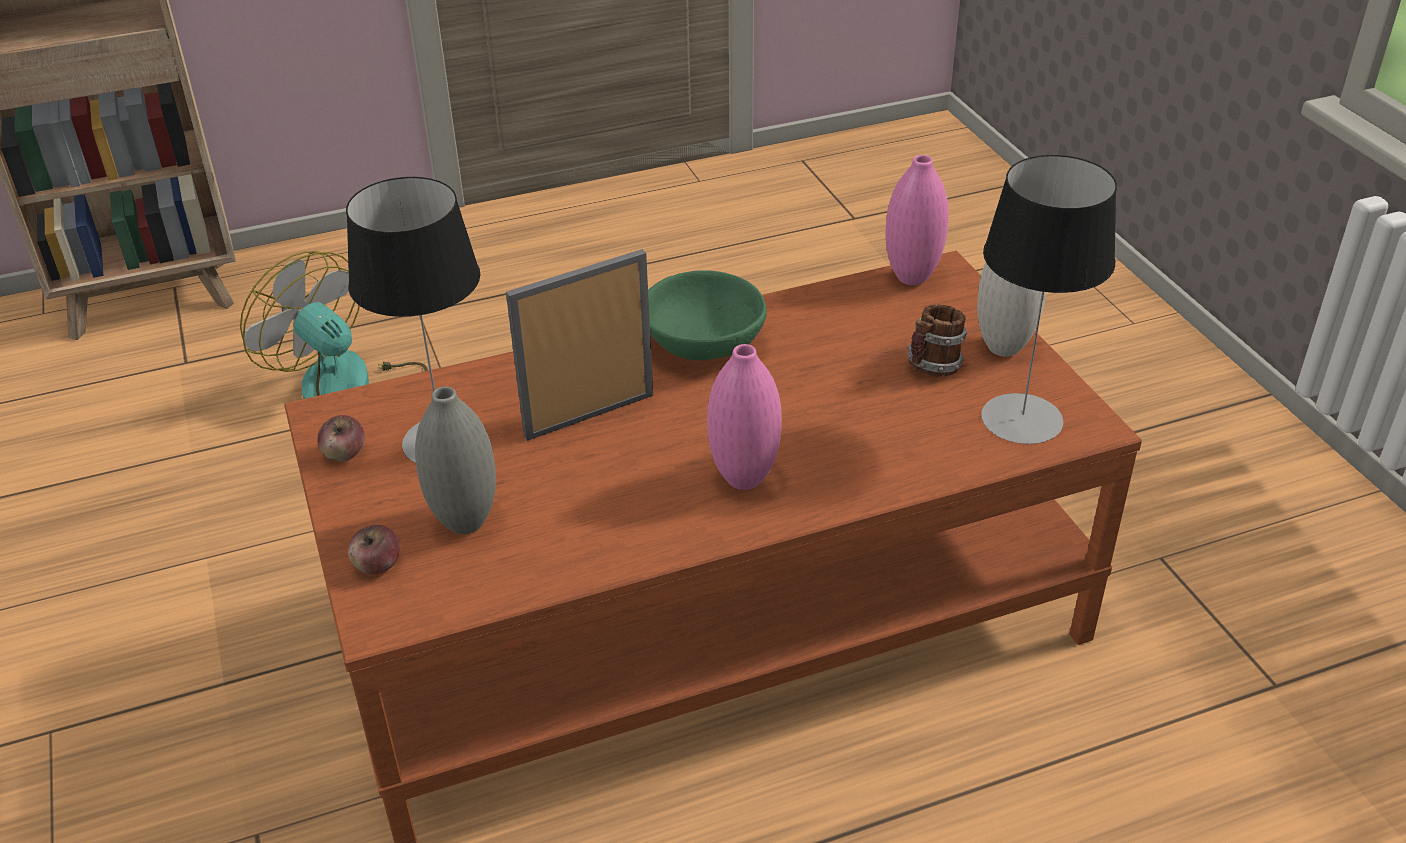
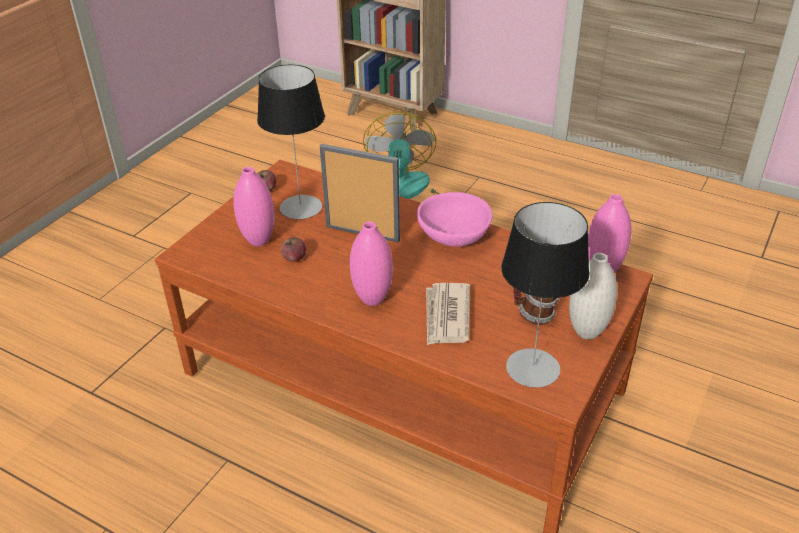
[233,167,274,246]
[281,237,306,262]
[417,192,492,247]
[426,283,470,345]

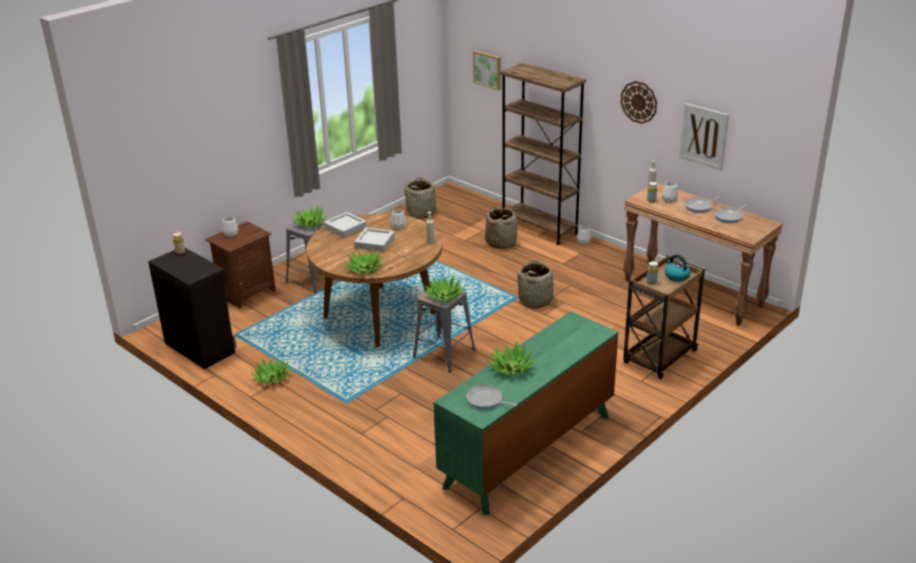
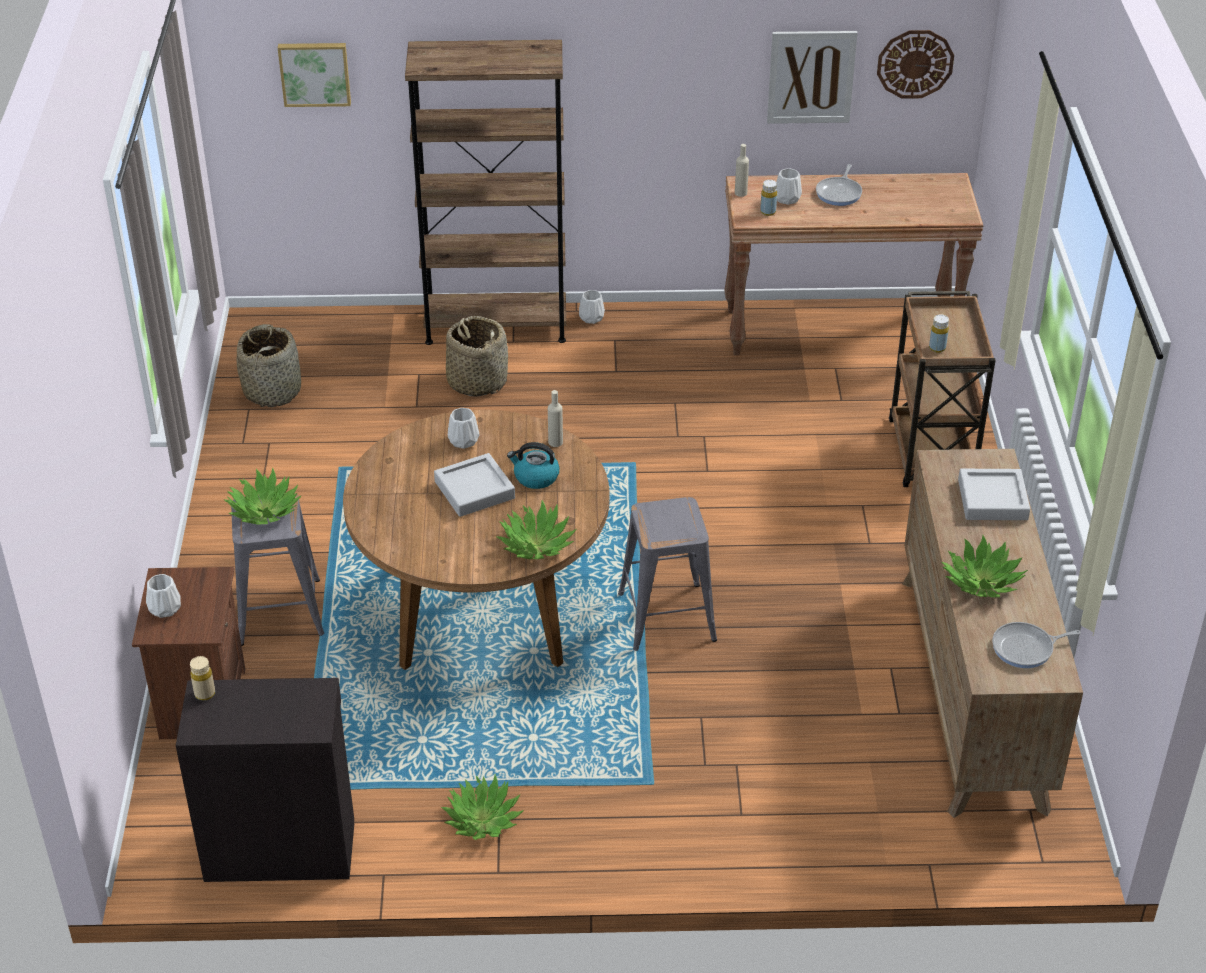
[507,442,560,489]
[877,30,954,99]
[902,449,1083,818]
[958,469,1030,520]
[424,275,465,302] (first image)
[518,260,555,309] (first image)
[714,205,747,223] (first image)

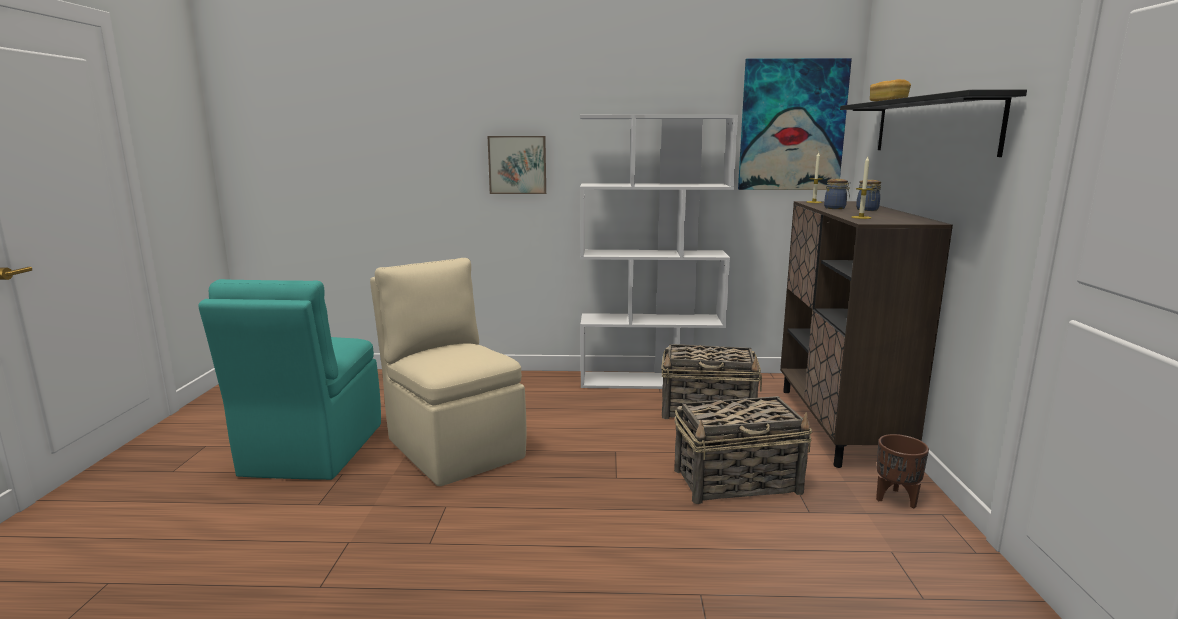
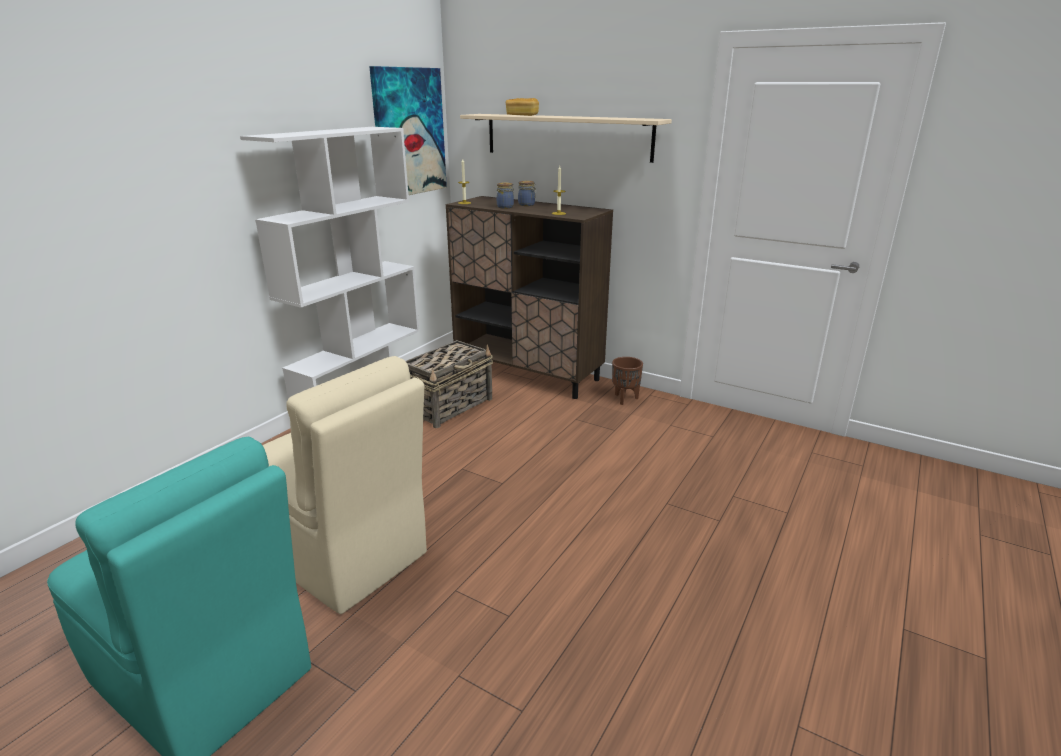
[262,356,427,614]
[460,114,672,163]
[487,136,546,194] (first image)
[674,396,812,504] (first image)

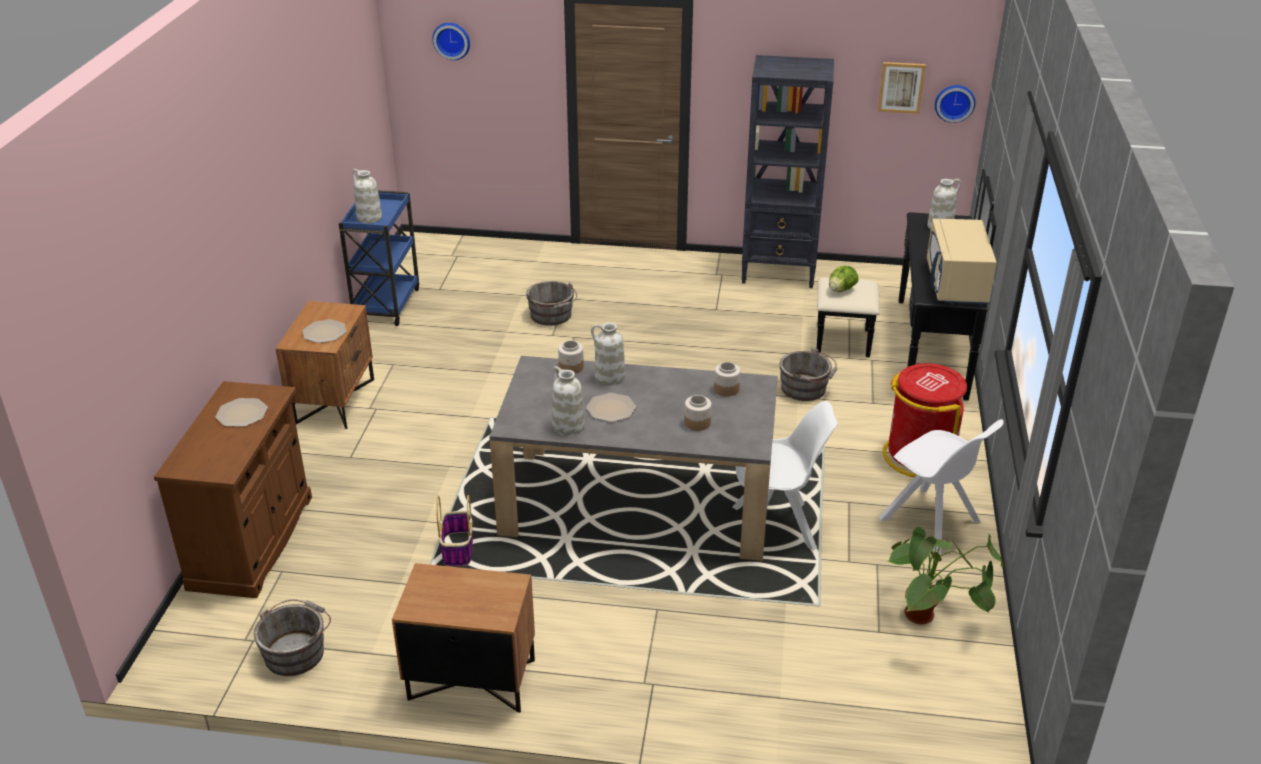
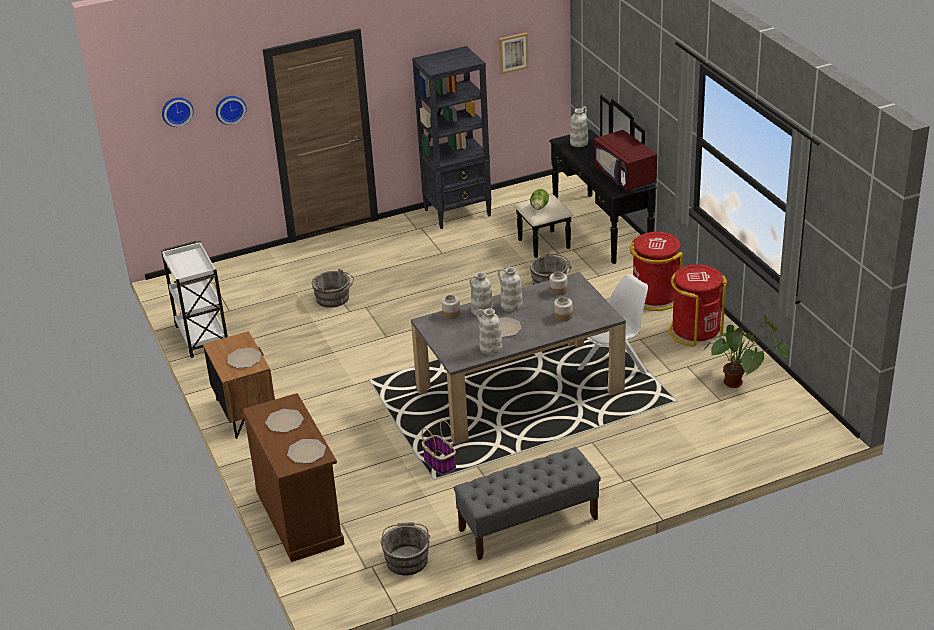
[161,241,228,358]
[216,96,247,125]
[287,439,326,463]
[454,447,601,560]
[498,267,523,312]
[594,130,657,192]
[669,264,727,347]

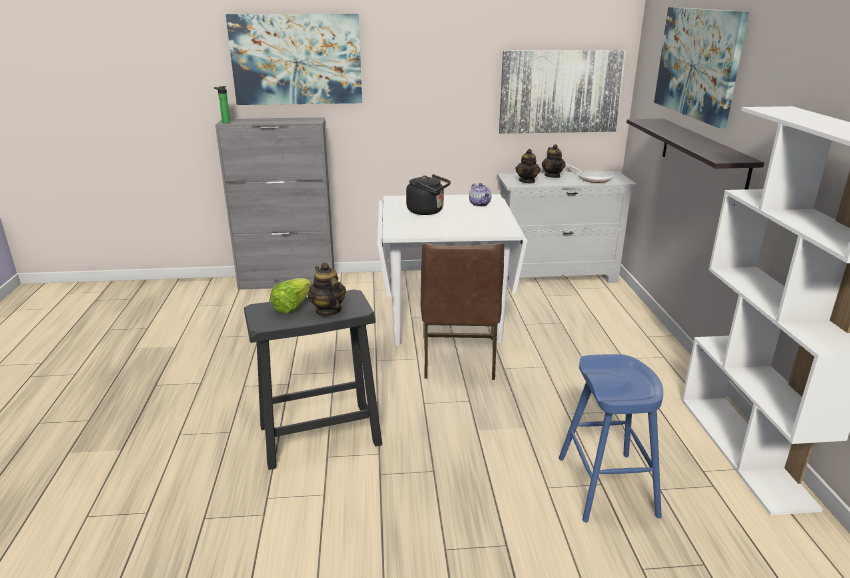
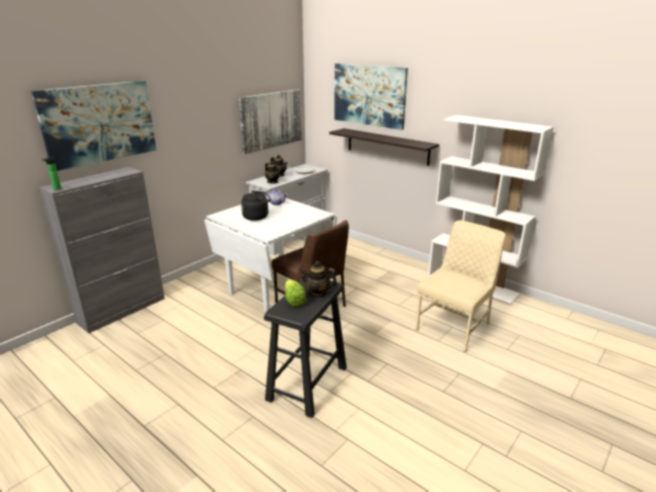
[415,220,506,352]

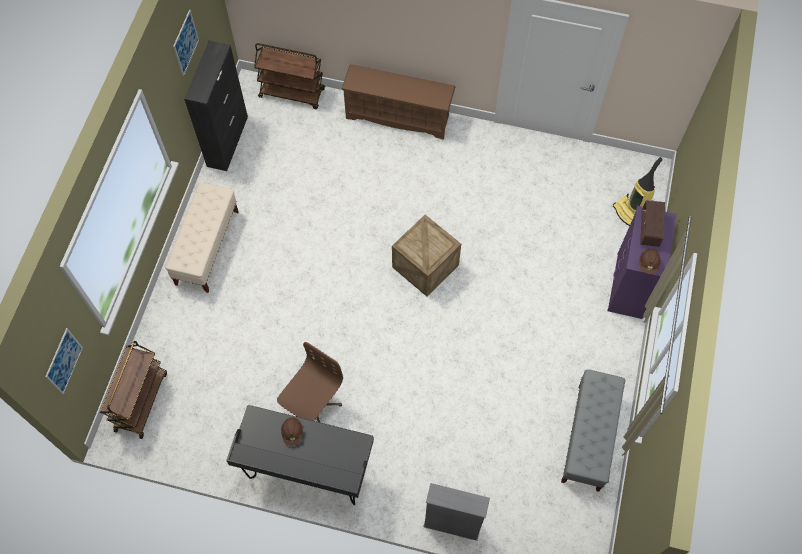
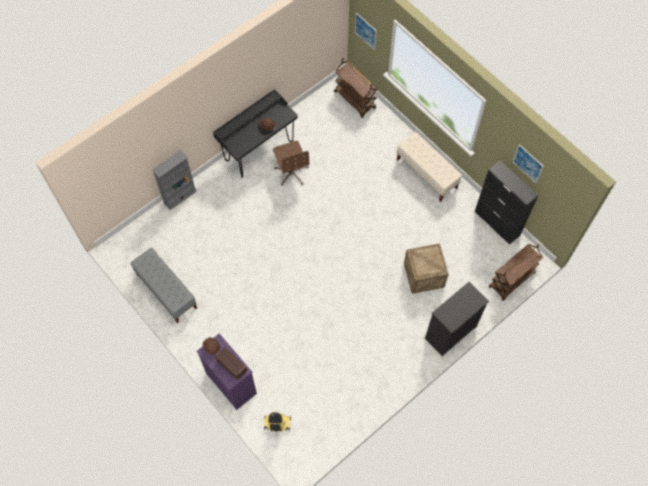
[404,243,449,294]
[425,282,489,357]

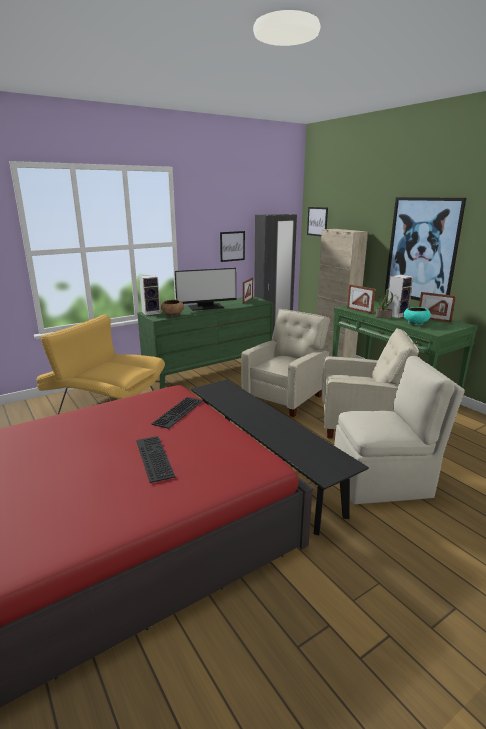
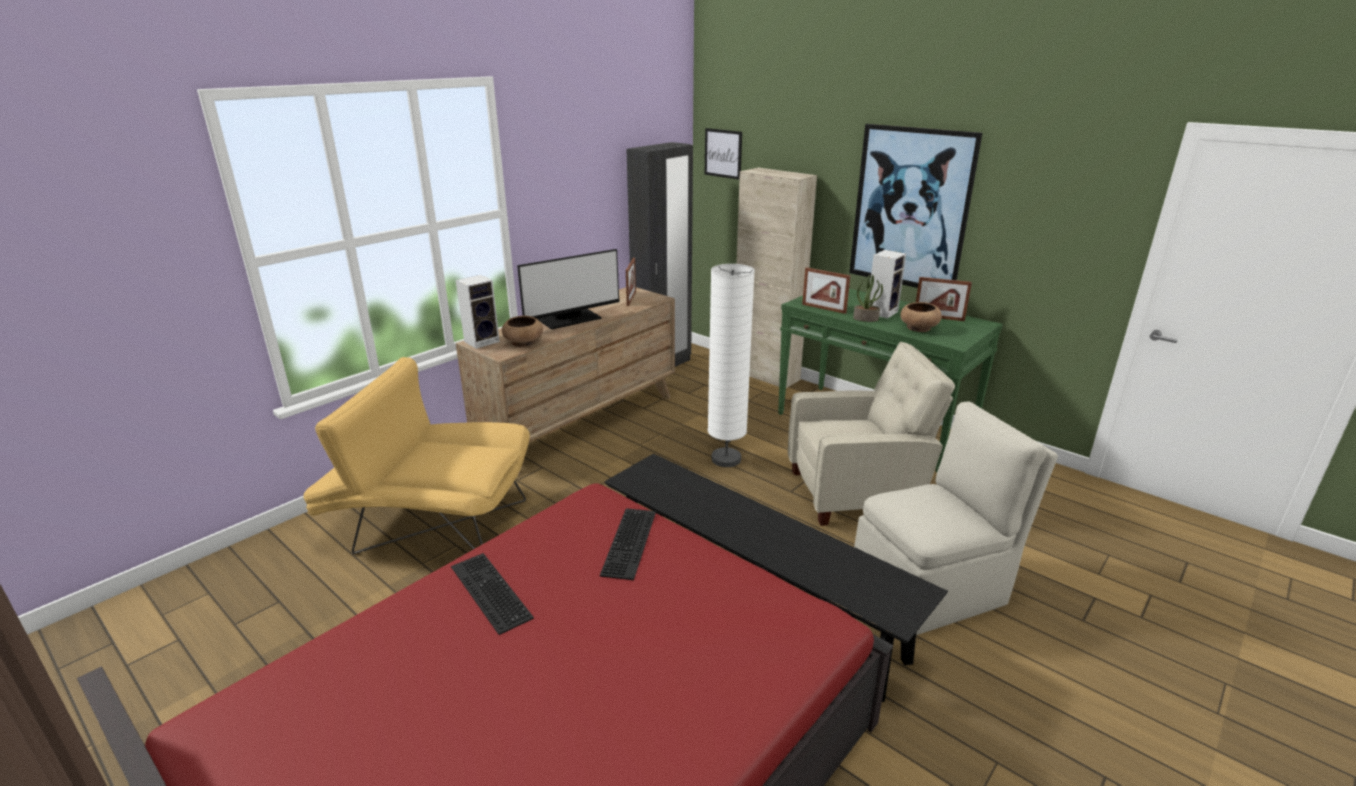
[451,553,534,635]
[456,287,675,475]
[708,264,755,467]
[900,302,942,332]
[220,231,245,262] (first image)

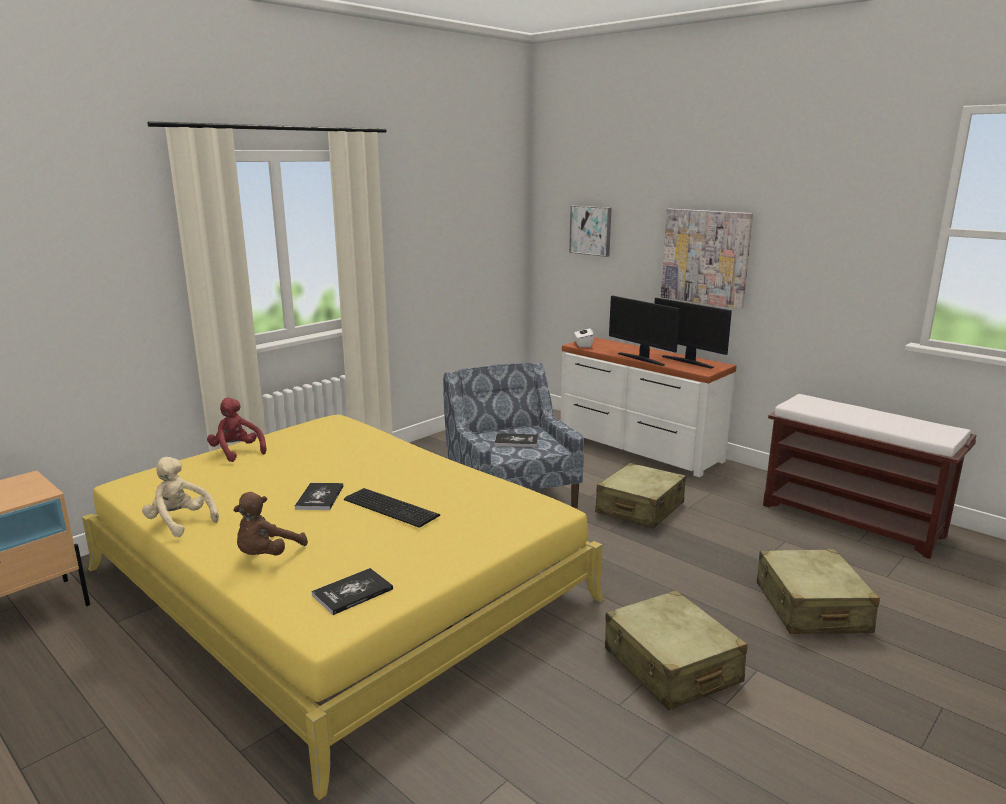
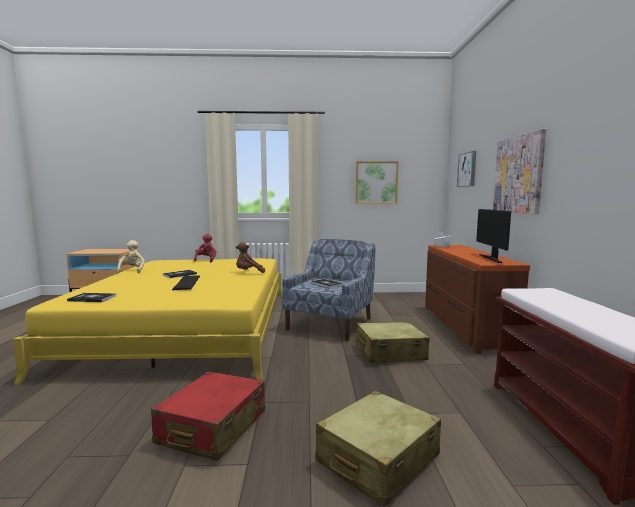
[151,371,265,461]
[236,242,265,273]
[356,161,399,204]
[425,245,530,354]
[609,296,680,366] (first image)

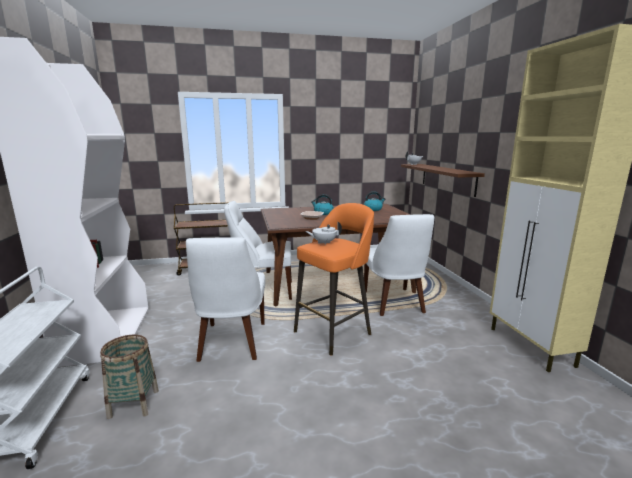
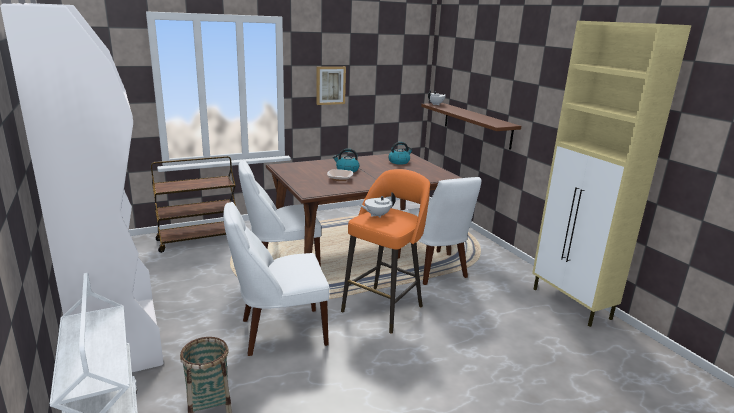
[223,202,329,356]
[316,67,346,105]

